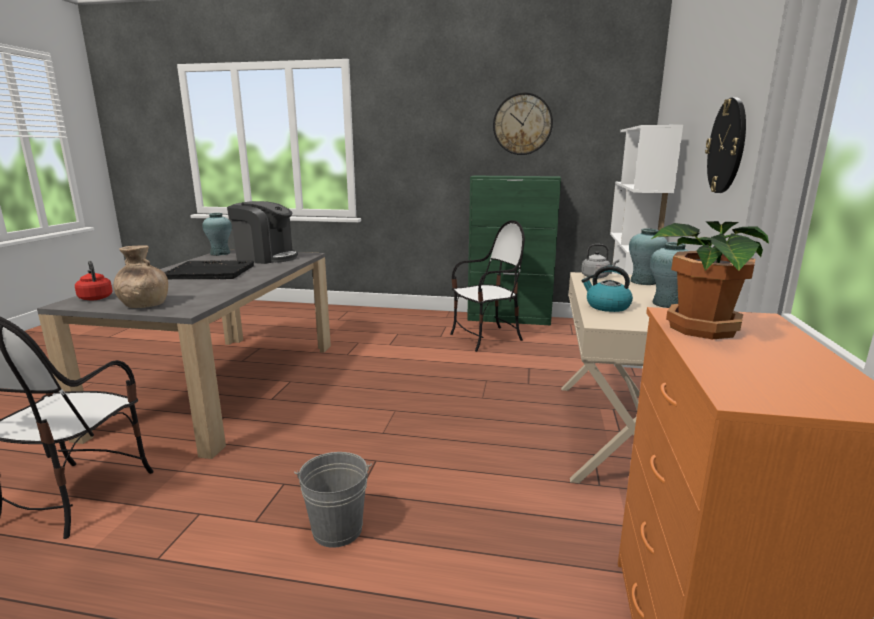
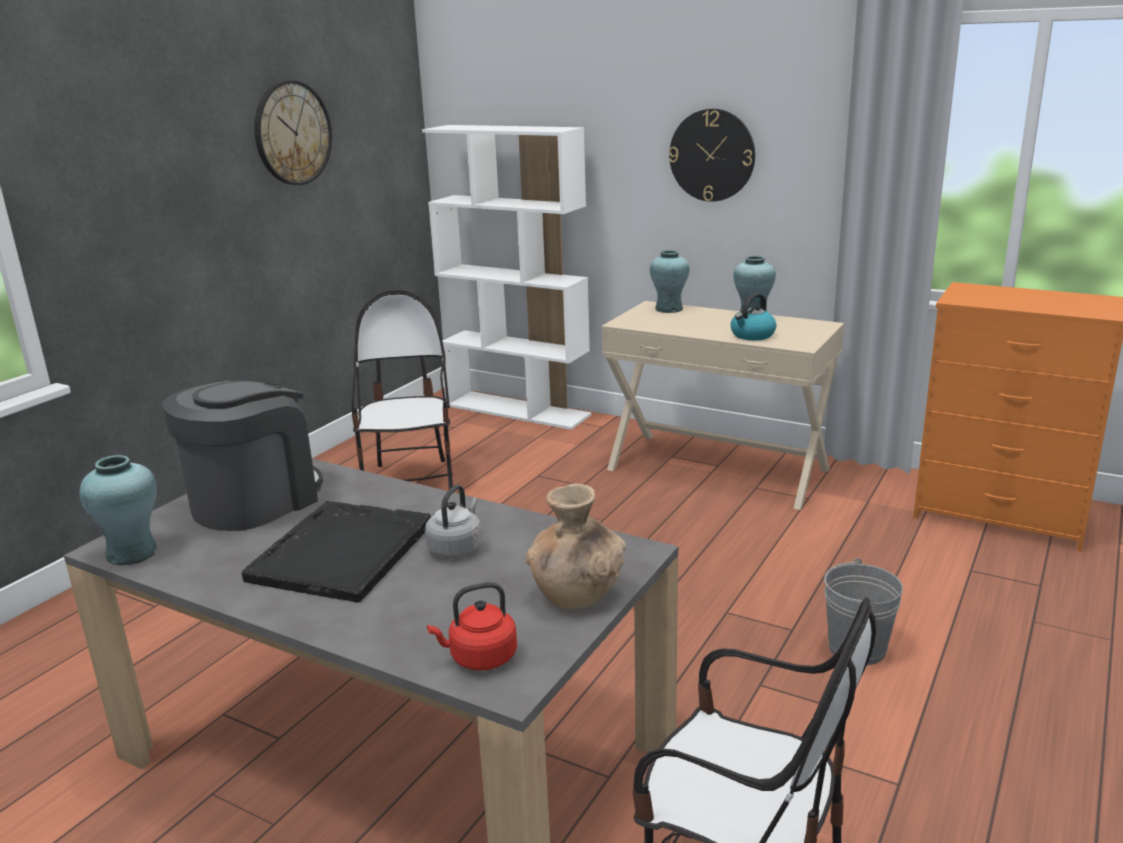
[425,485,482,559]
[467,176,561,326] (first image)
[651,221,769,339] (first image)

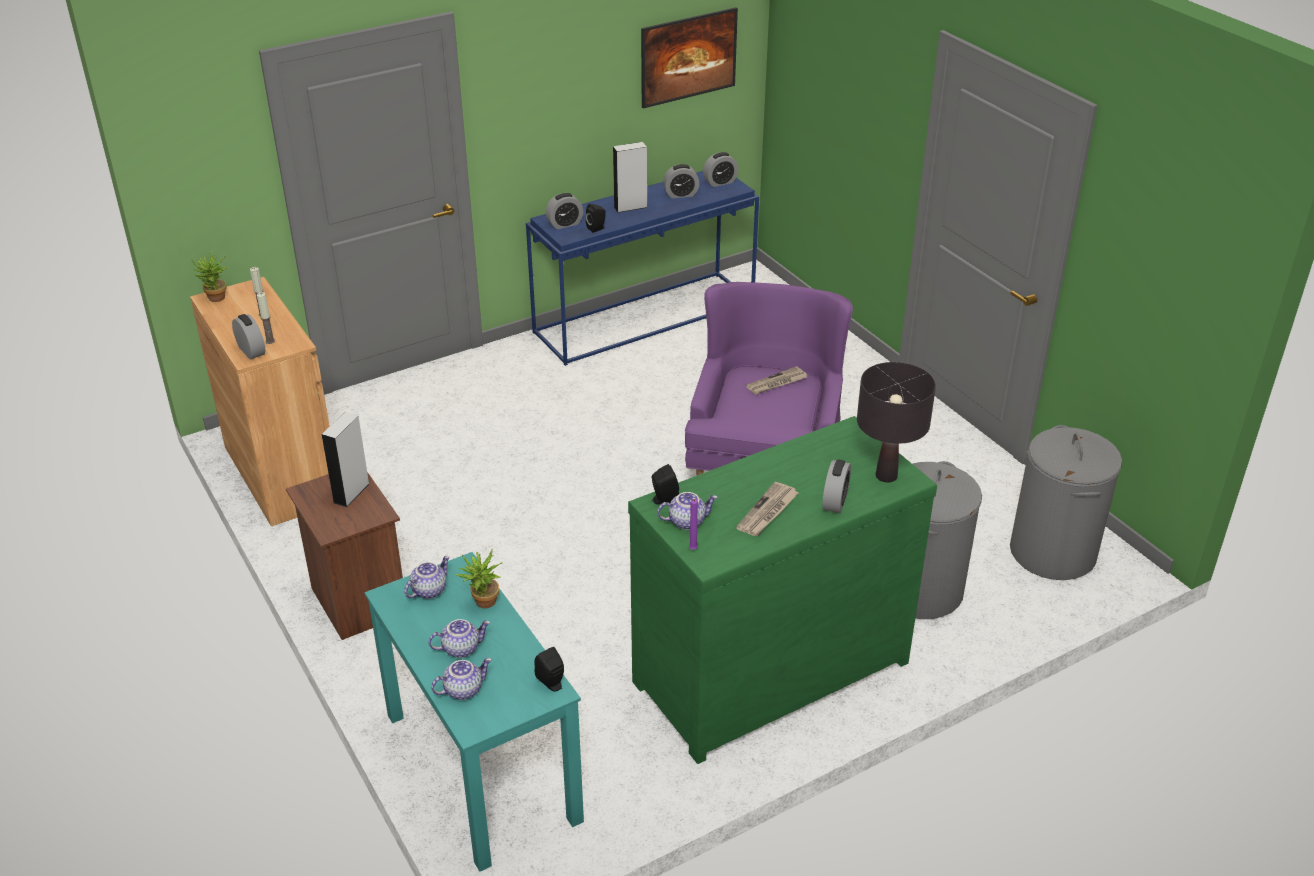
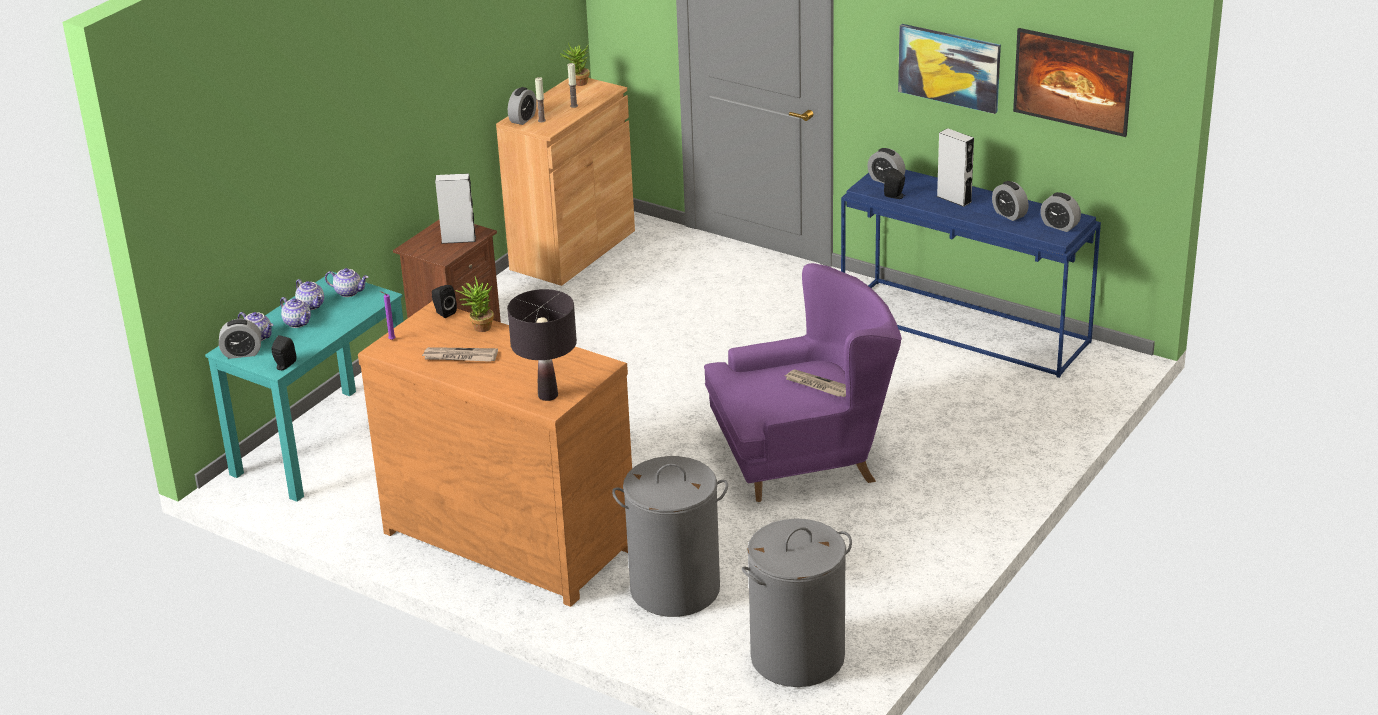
[219,319,261,359]
[295,279,324,310]
[358,301,632,607]
[455,276,494,332]
[898,24,1001,114]

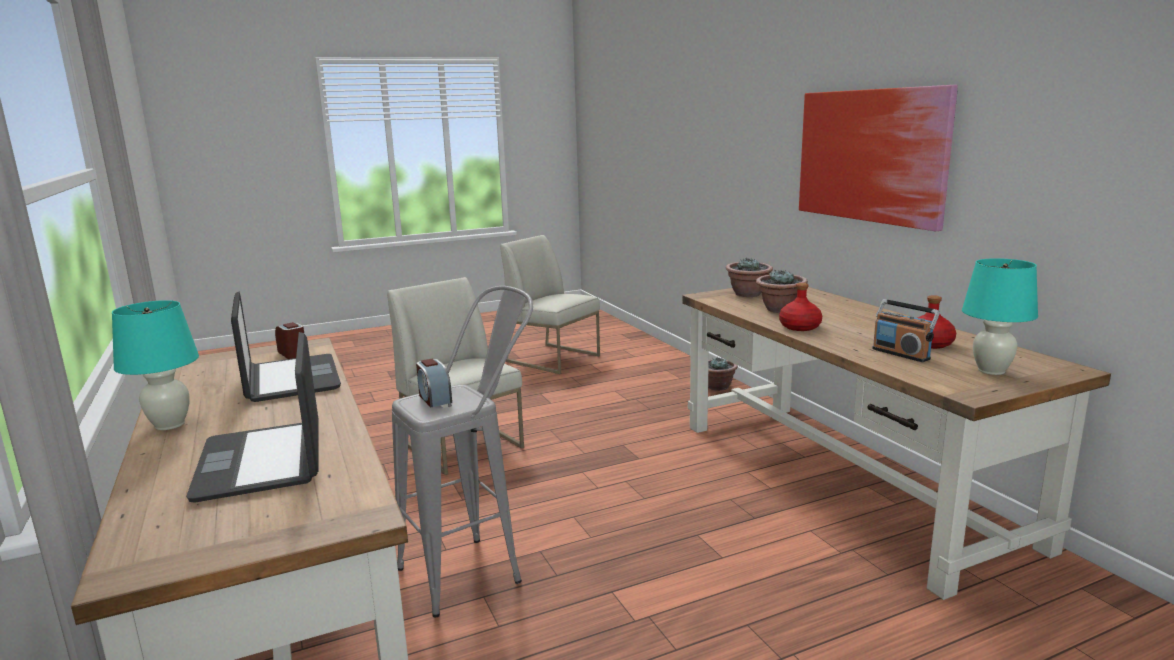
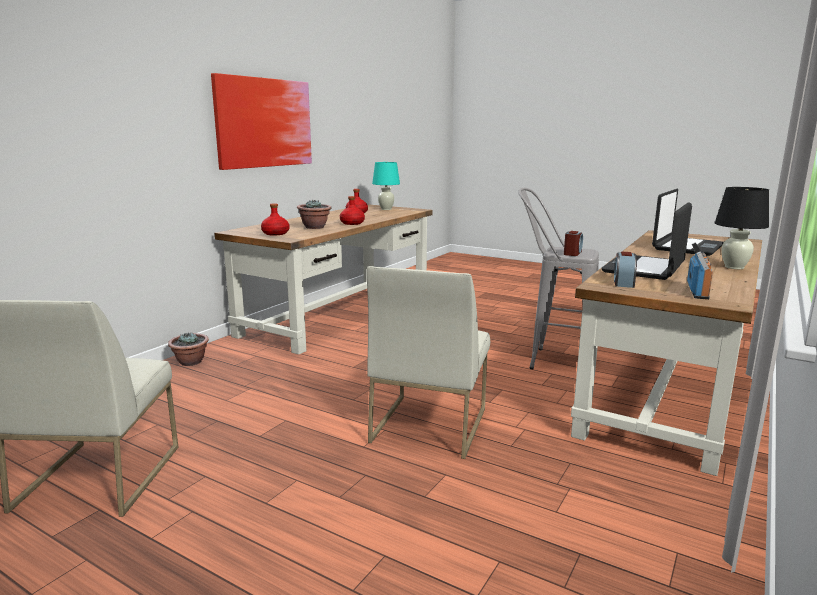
[261,203,289,235]
[687,242,713,300]
[715,187,769,269]

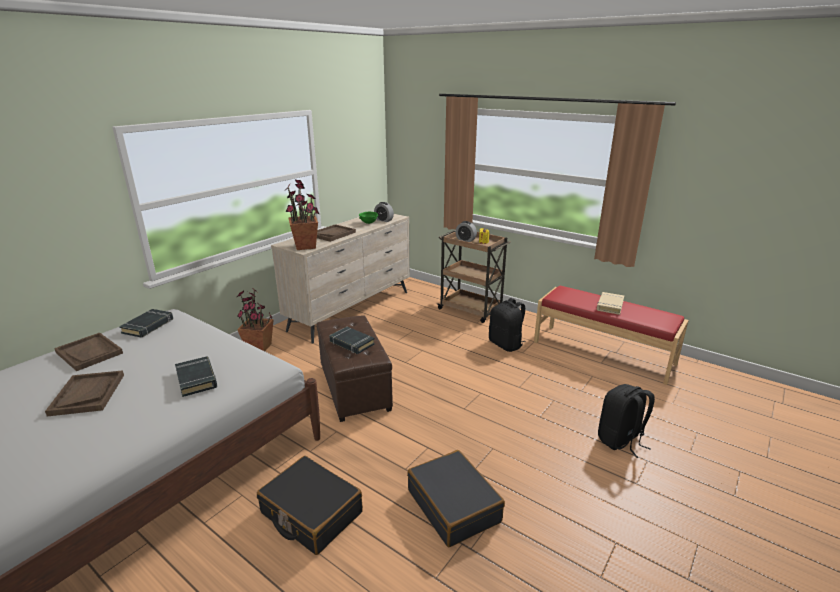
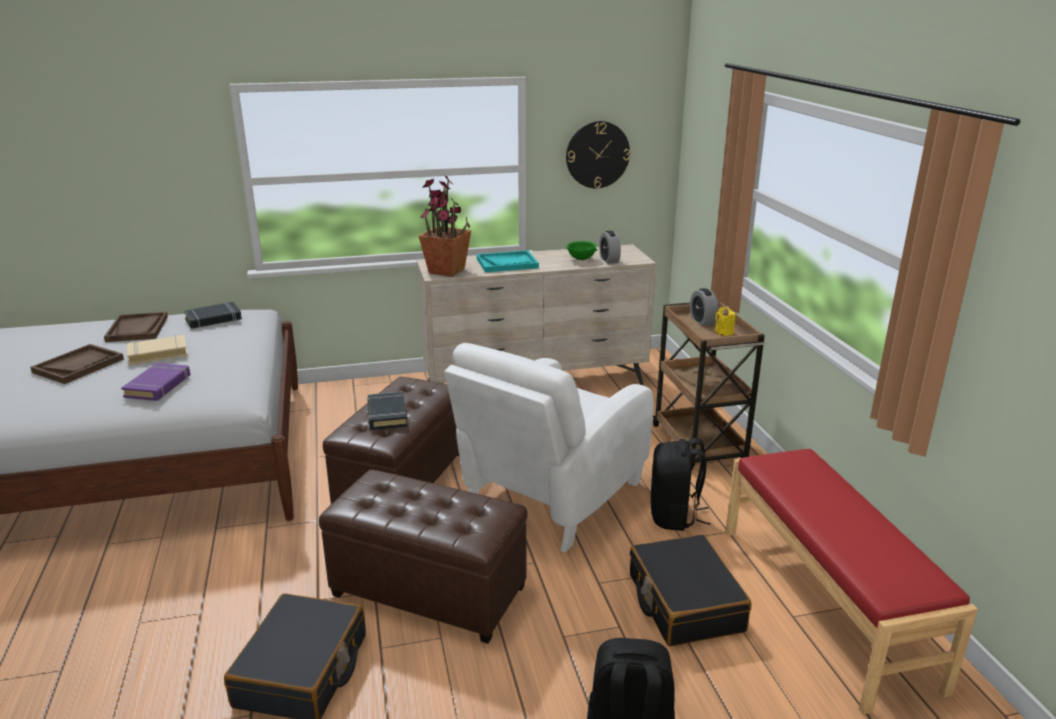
[121,363,191,401]
[127,335,188,365]
[319,469,528,644]
[444,343,653,553]
[477,250,539,272]
[566,121,630,188]
[630,534,751,647]
[237,287,274,351] (first image)

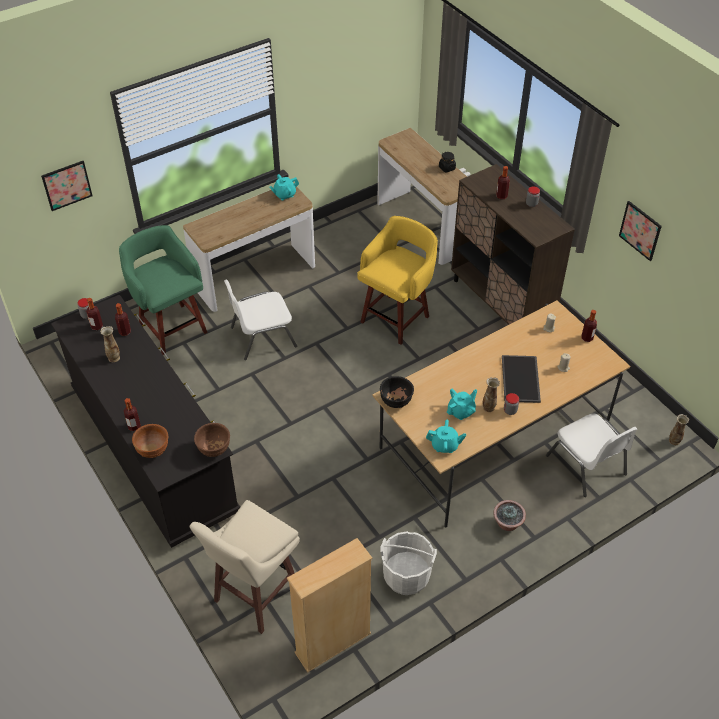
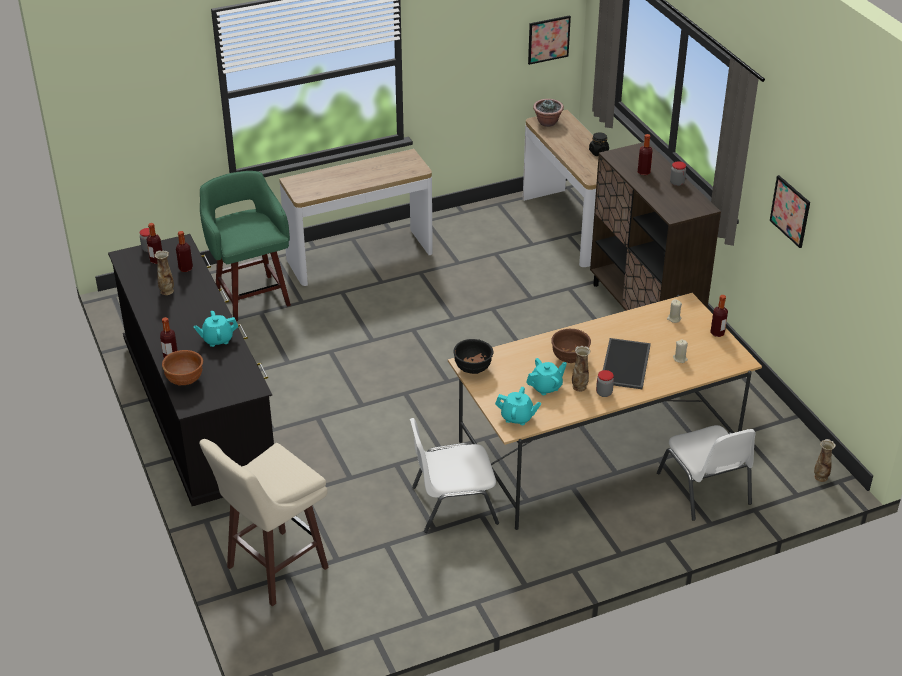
[193,311,238,347]
[410,418,499,533]
[528,15,571,65]
[533,99,564,127]
[551,329,591,363]
[287,538,372,672] (first image)
[357,216,438,345] (first image)
[381,531,437,595] (first image)

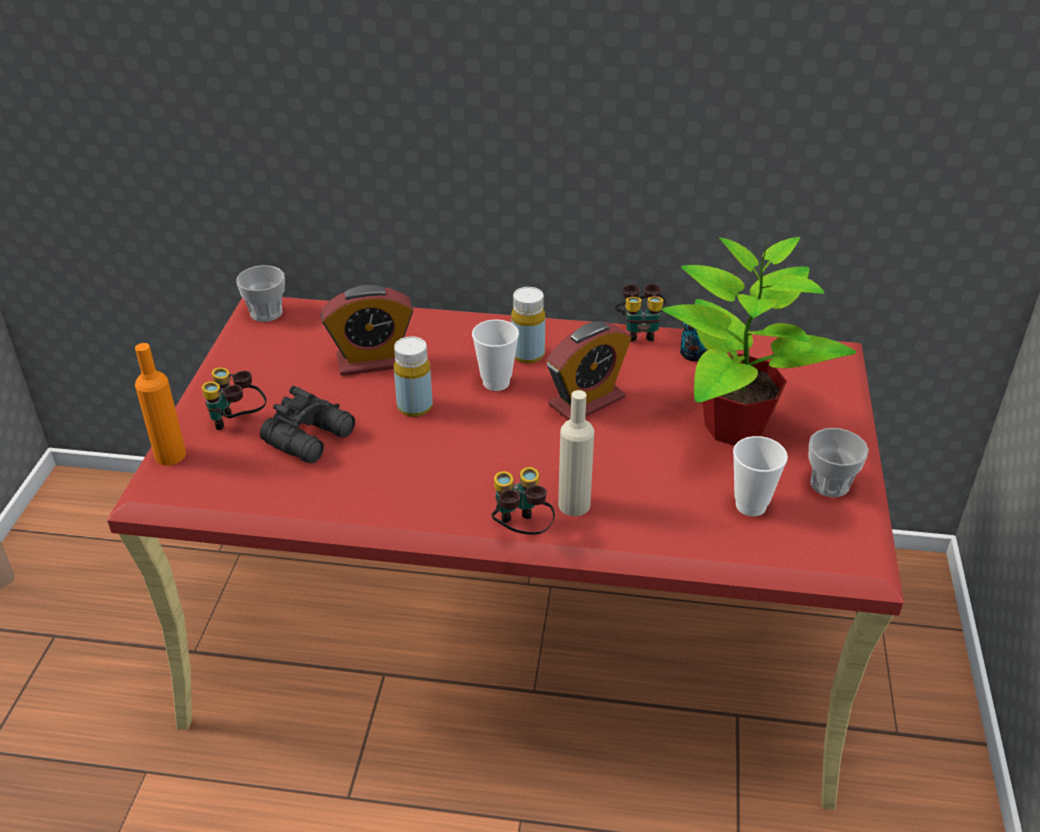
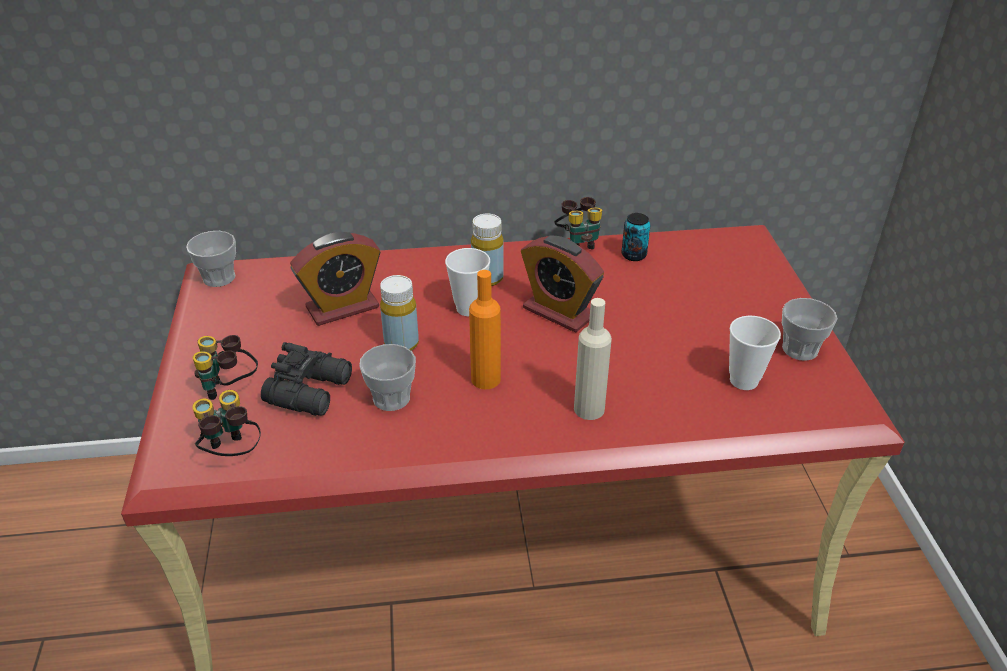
[192,390,261,456]
[359,344,416,411]
[469,270,501,389]
[521,236,604,333]
[662,237,856,446] (first image)

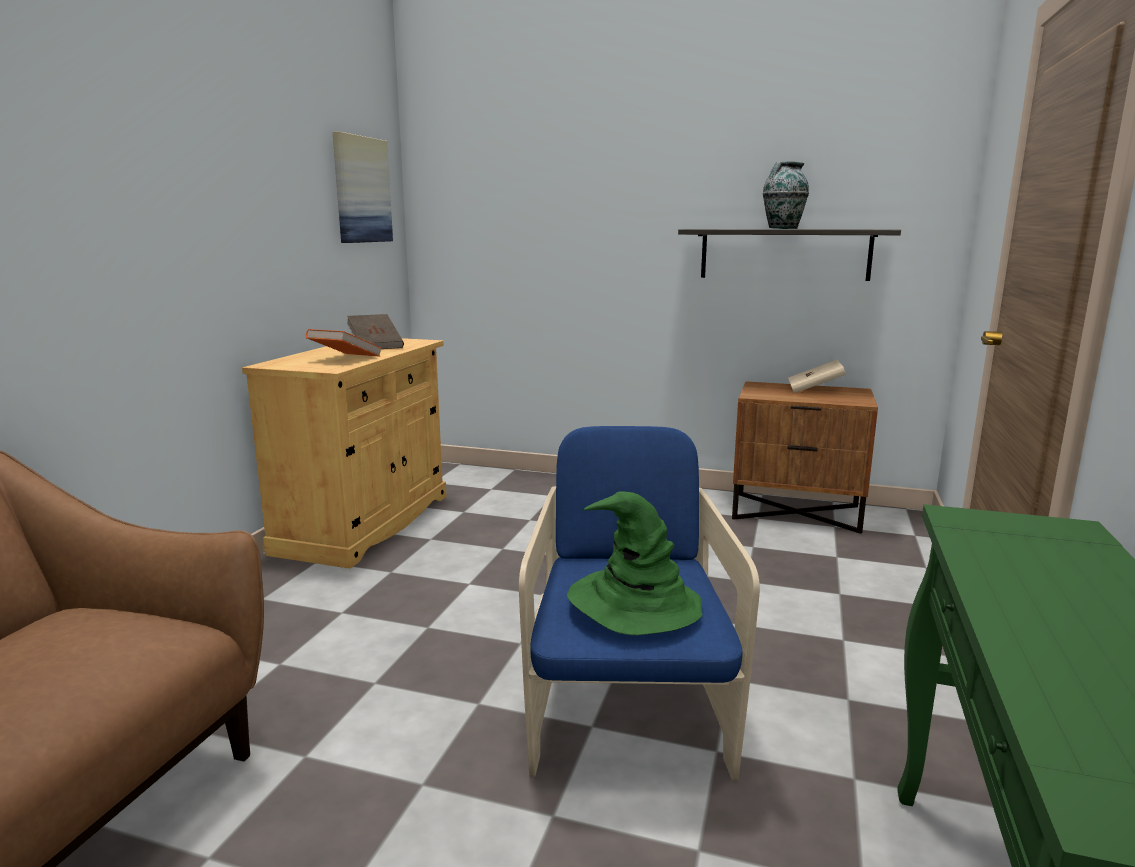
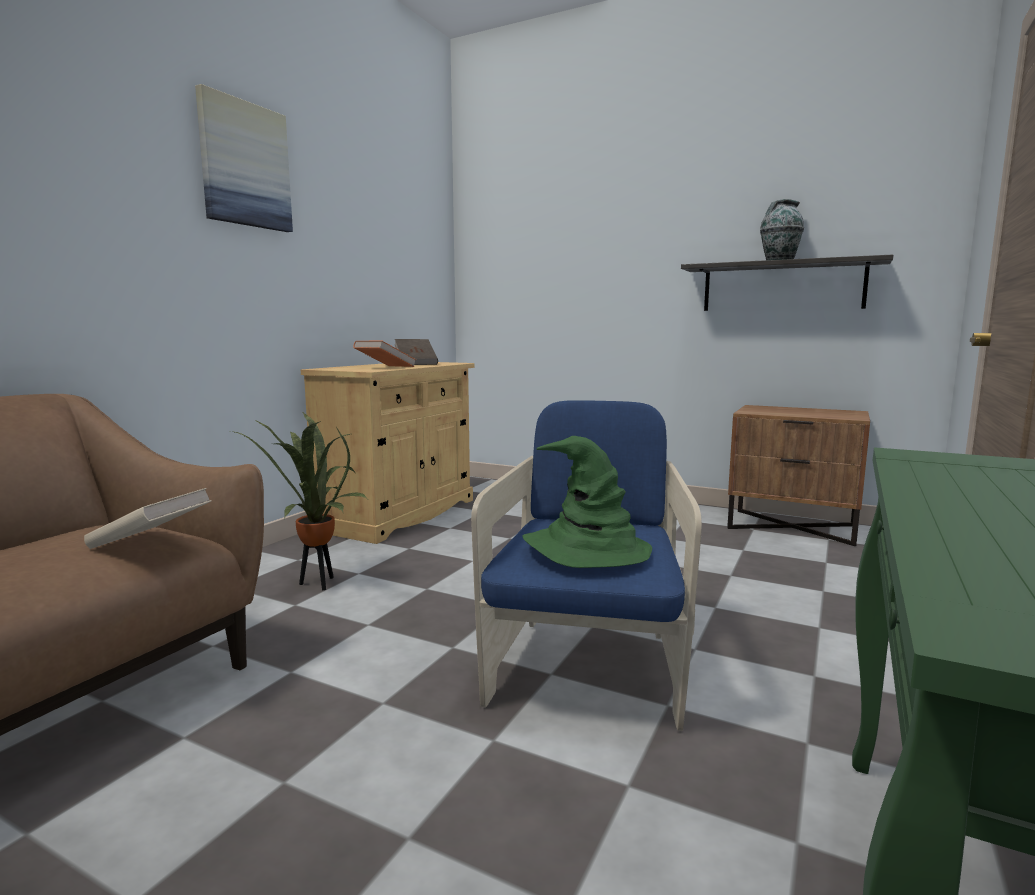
[84,488,212,549]
[195,84,293,232]
[231,413,367,590]

